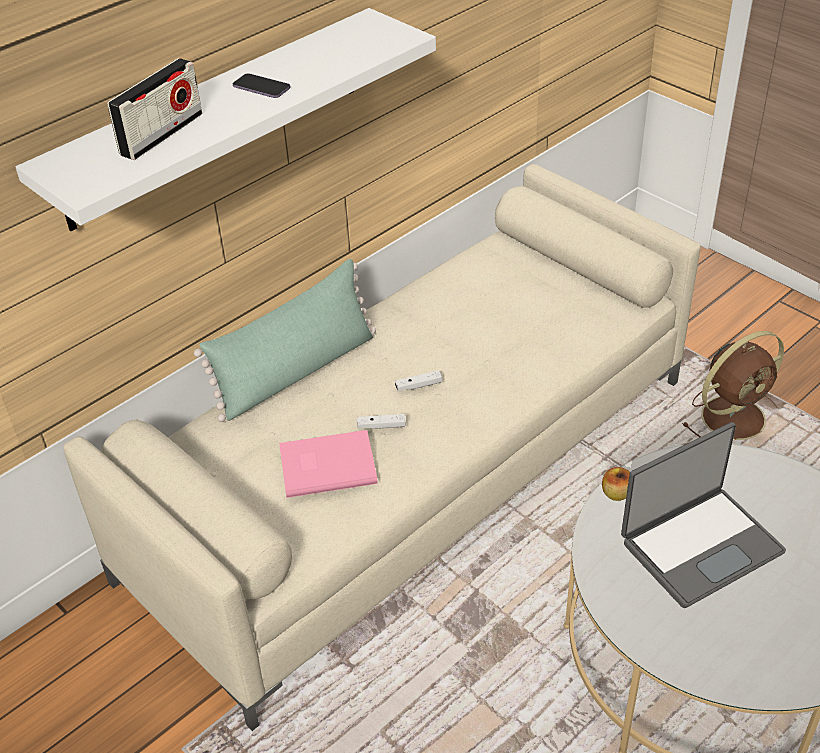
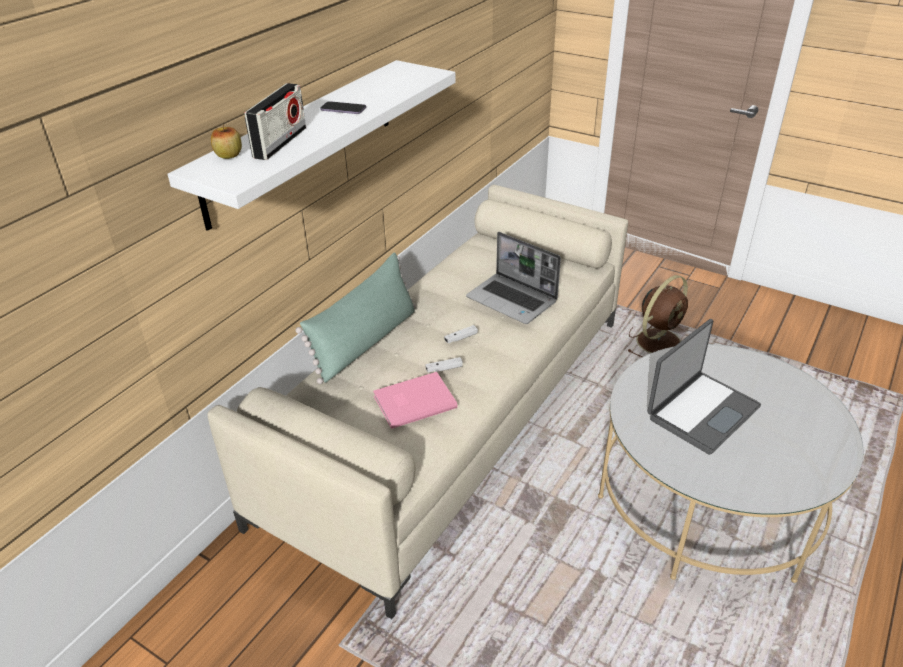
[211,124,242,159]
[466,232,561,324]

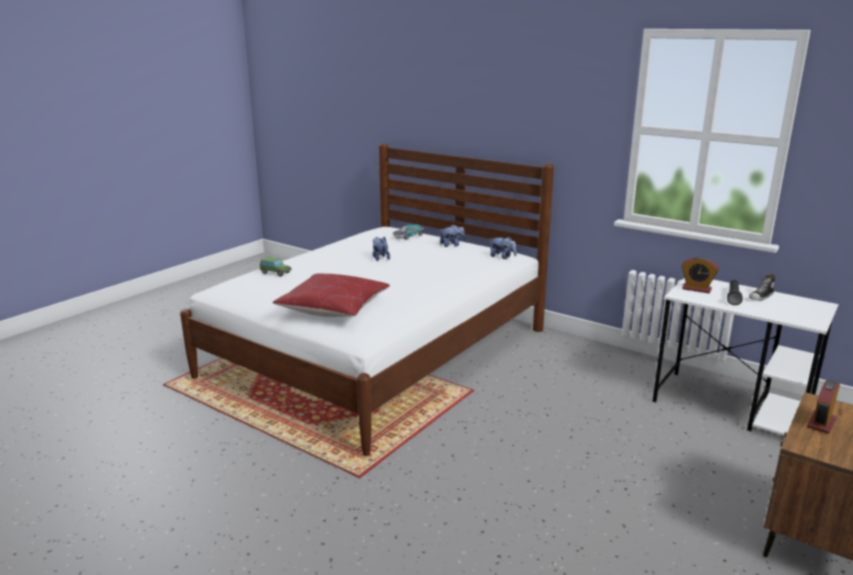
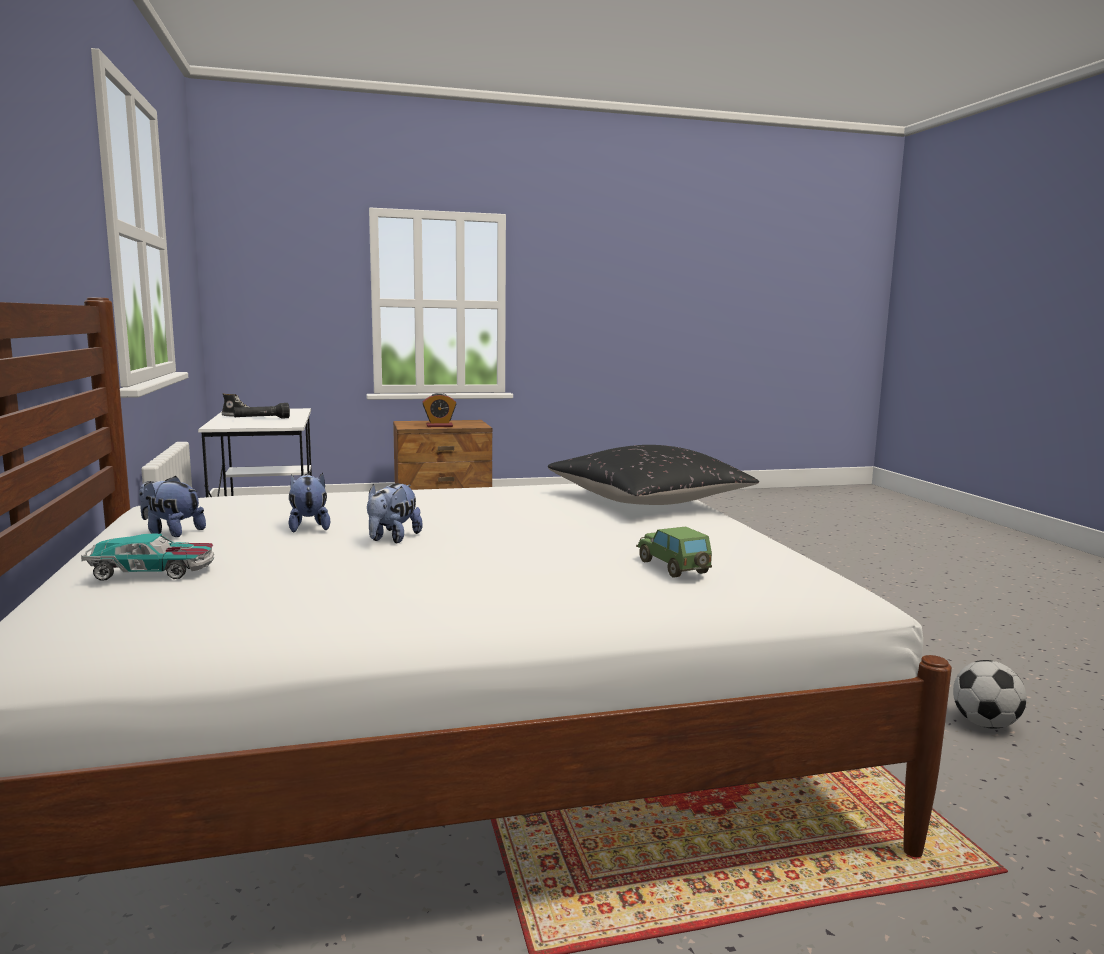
[289,473,330,532]
[681,256,719,293] (first image)
[548,445,759,505]
[953,660,1027,729]

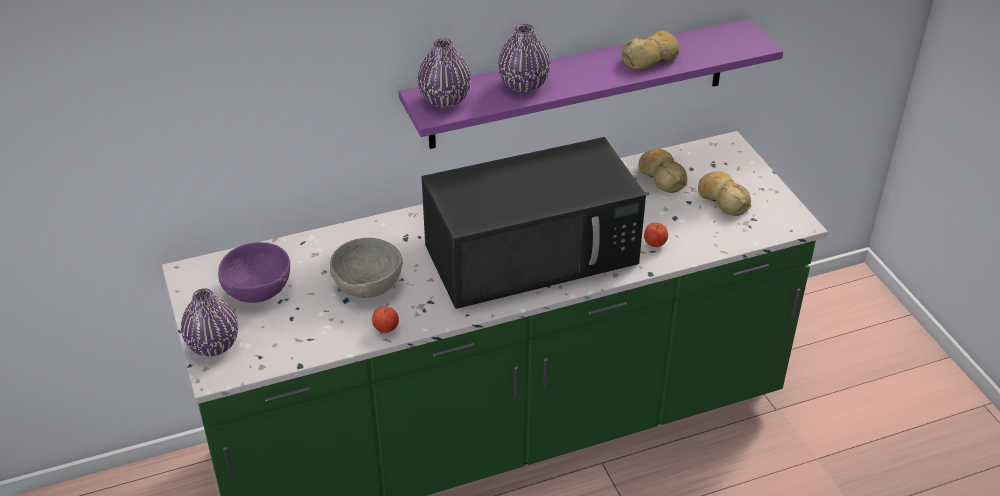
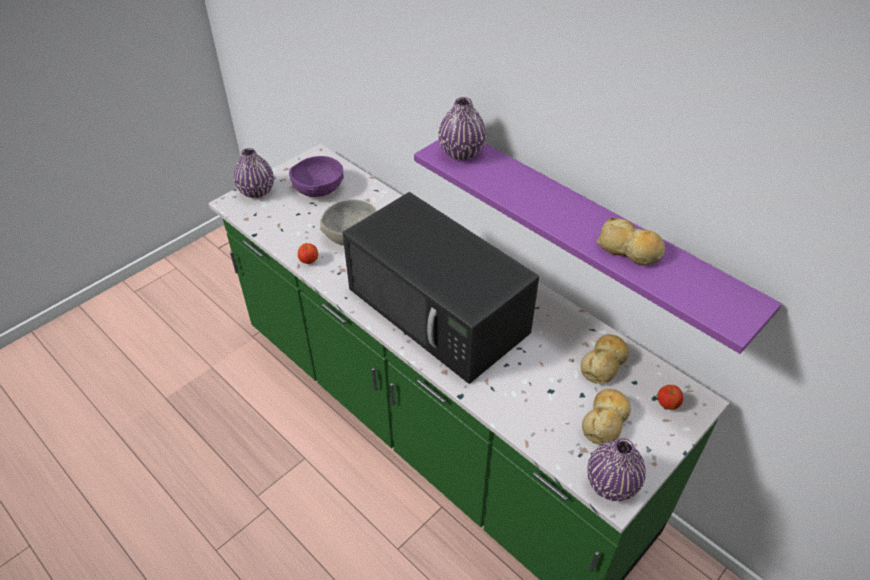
[587,438,646,501]
[657,385,683,410]

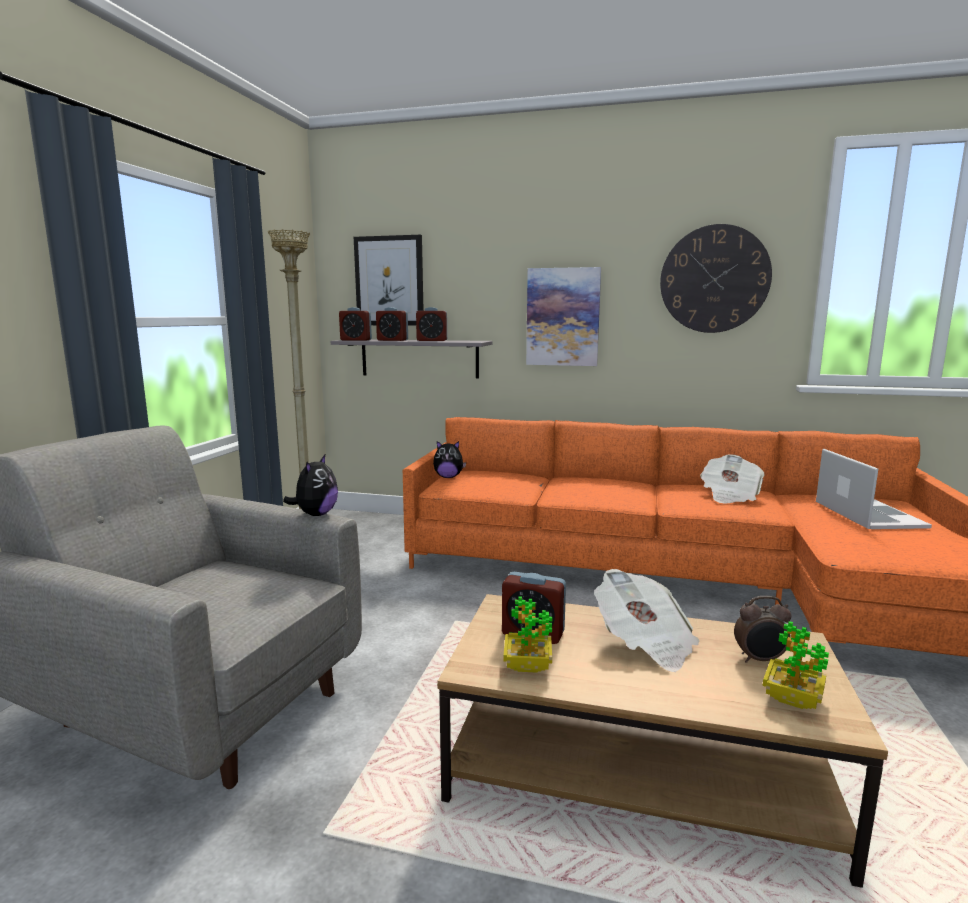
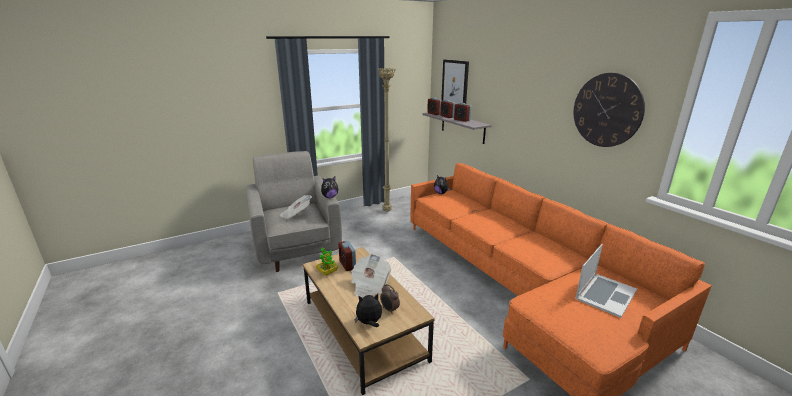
[526,267,601,366] (first image)
[280,195,312,220]
[355,294,382,327]

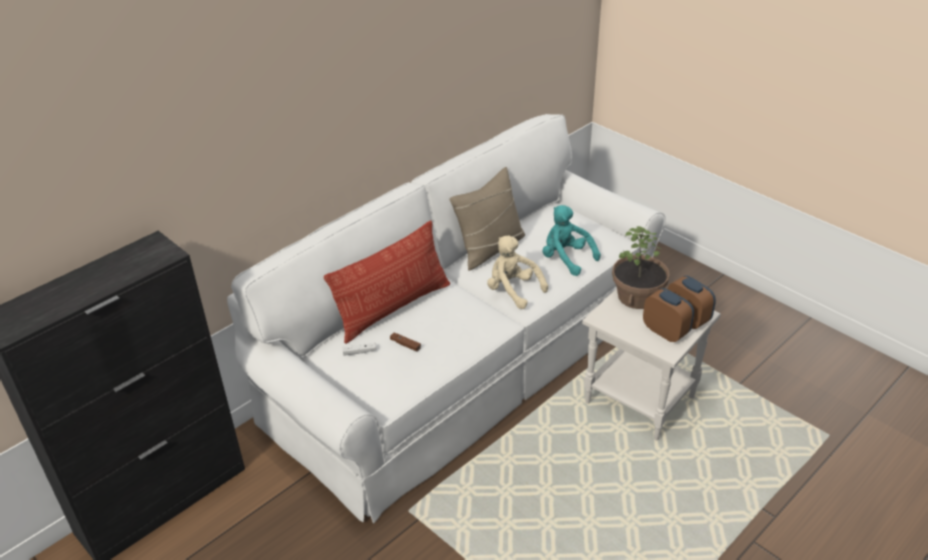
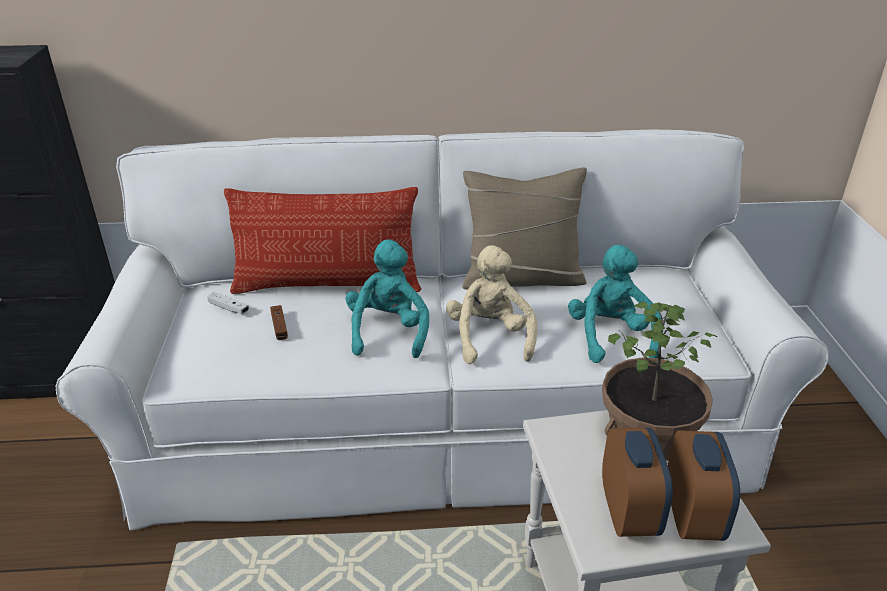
[346,240,429,358]

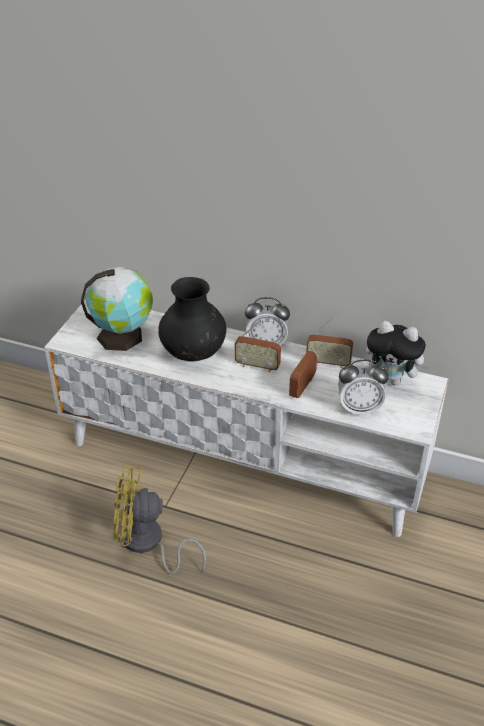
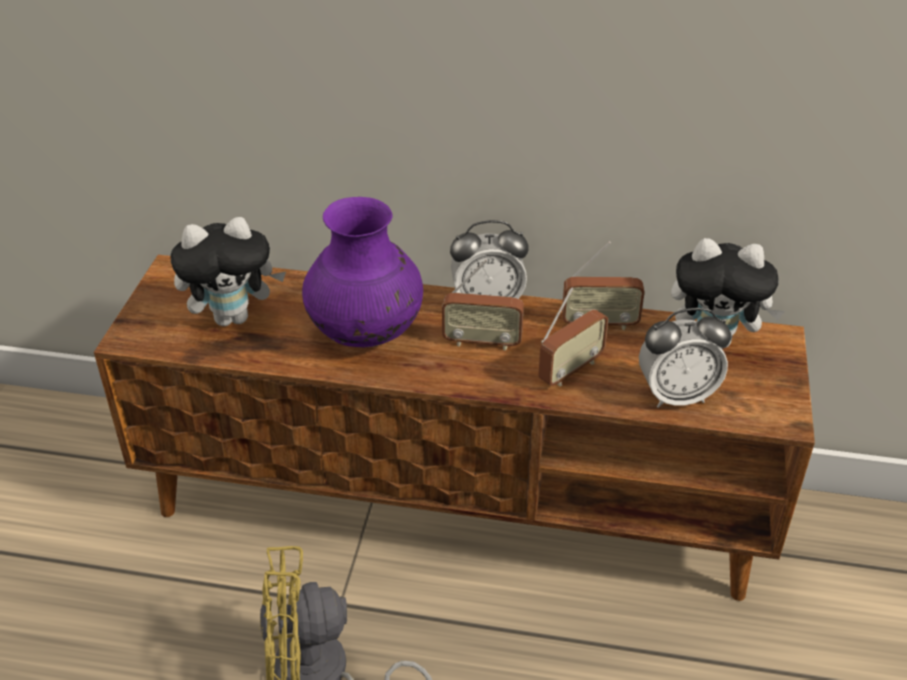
[171,217,286,326]
[302,197,423,347]
[94,255,815,601]
[538,287,608,386]

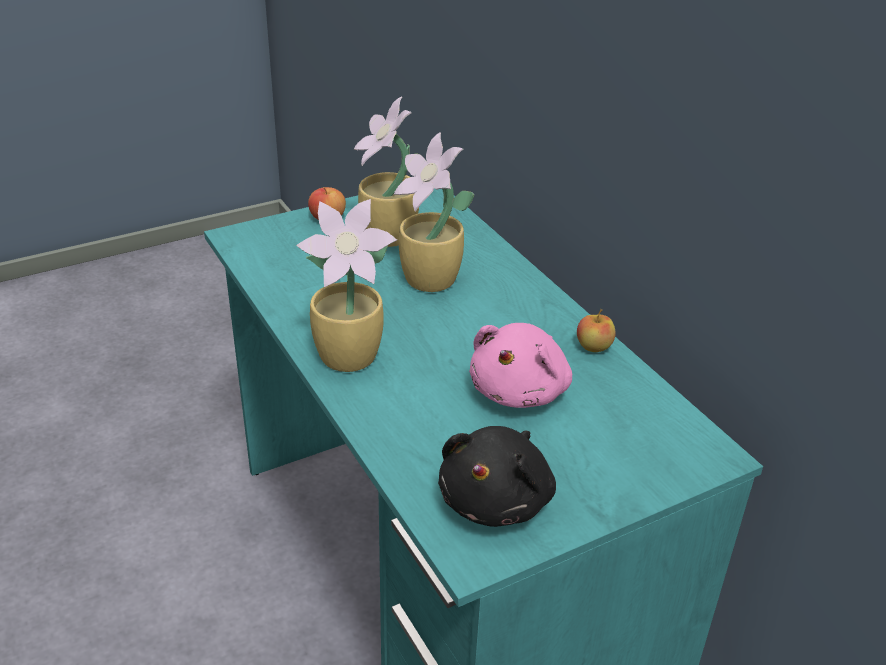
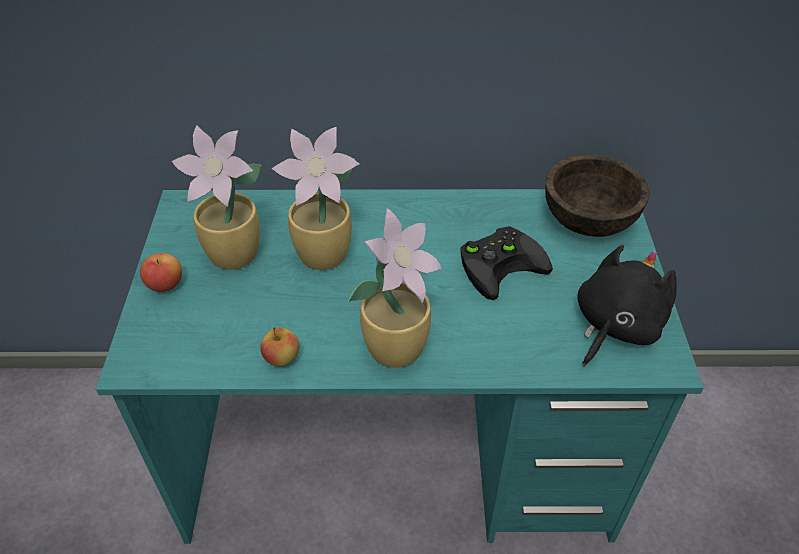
[260,327,300,367]
[460,226,553,300]
[577,245,677,367]
[545,155,650,237]

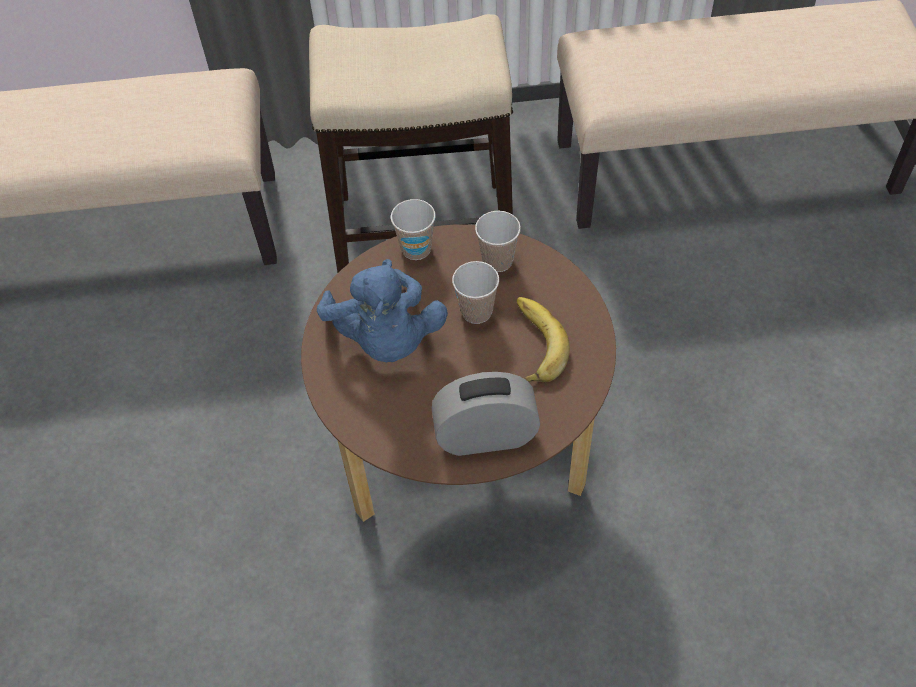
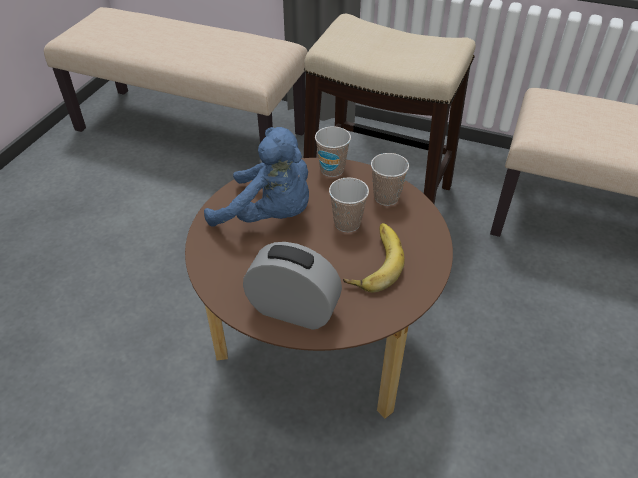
[204,127,309,227]

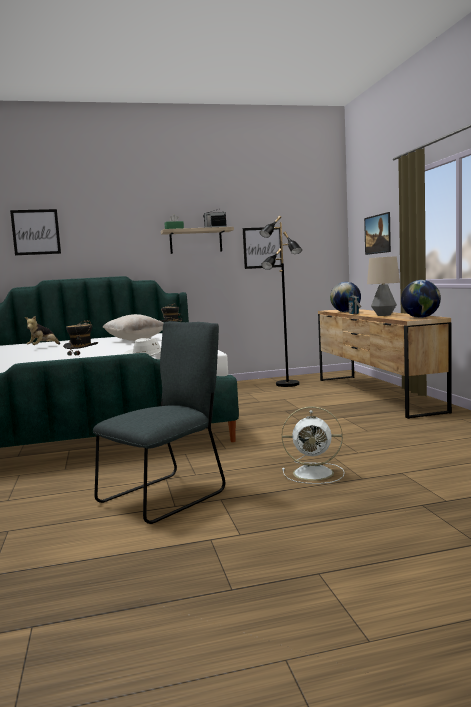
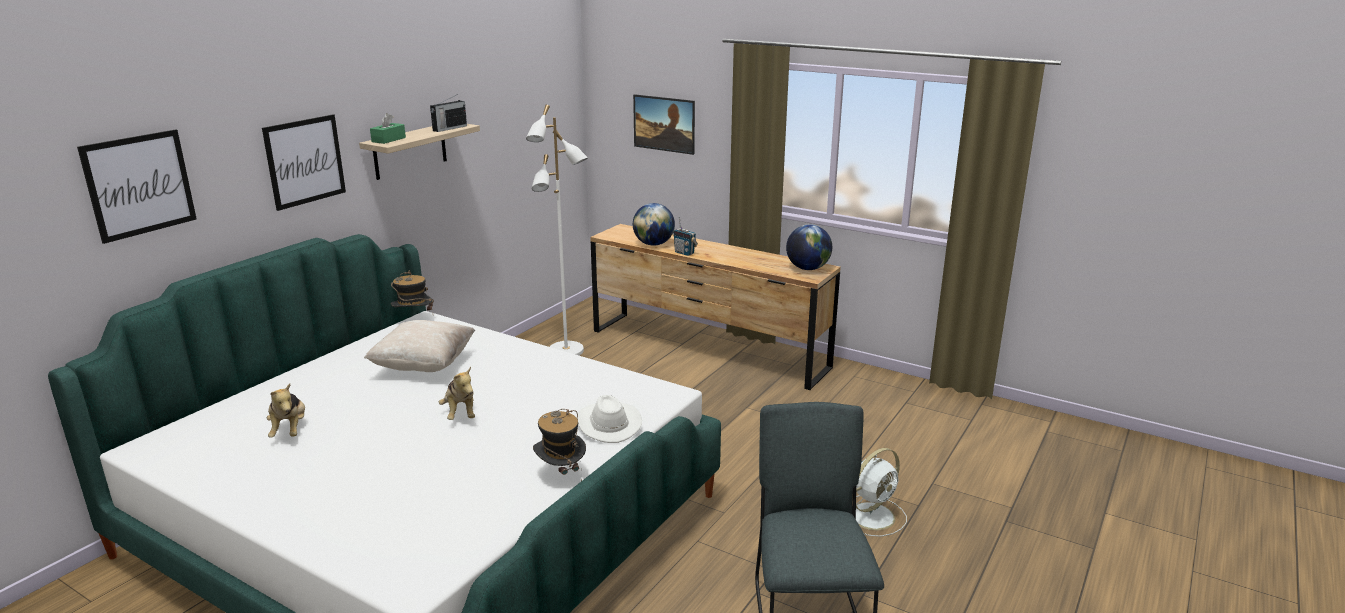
[526,105,588,355]
[262,114,346,211]
[367,256,400,316] (first image)
[439,367,475,420]

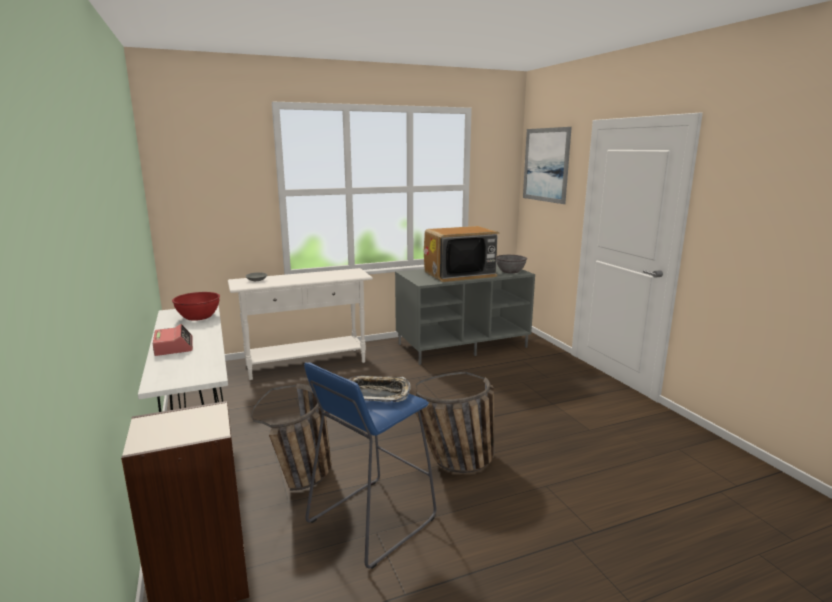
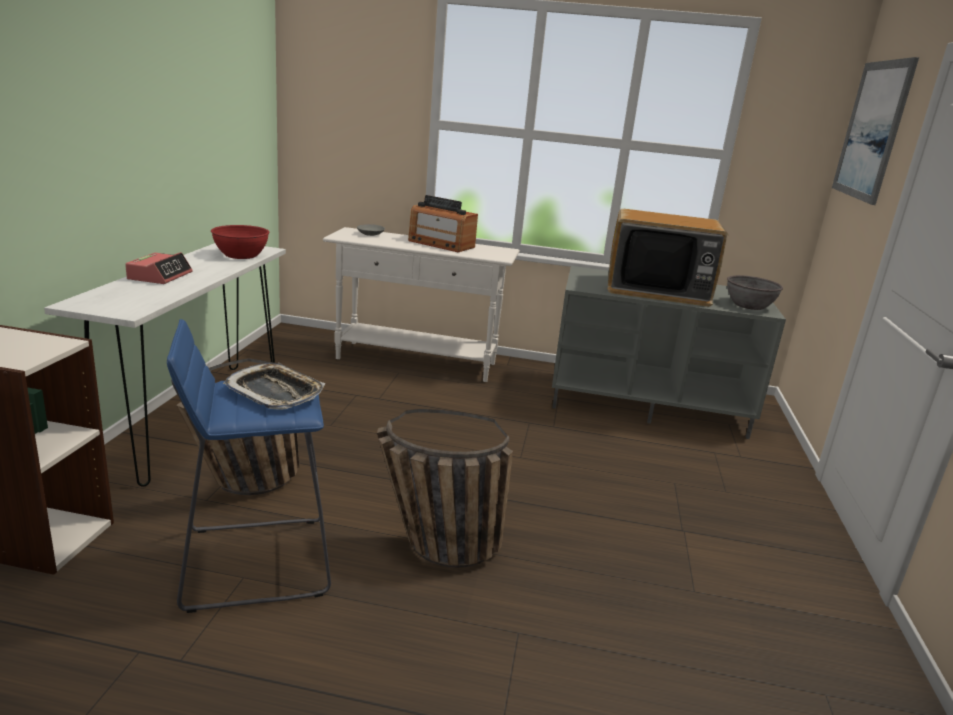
[408,195,478,252]

